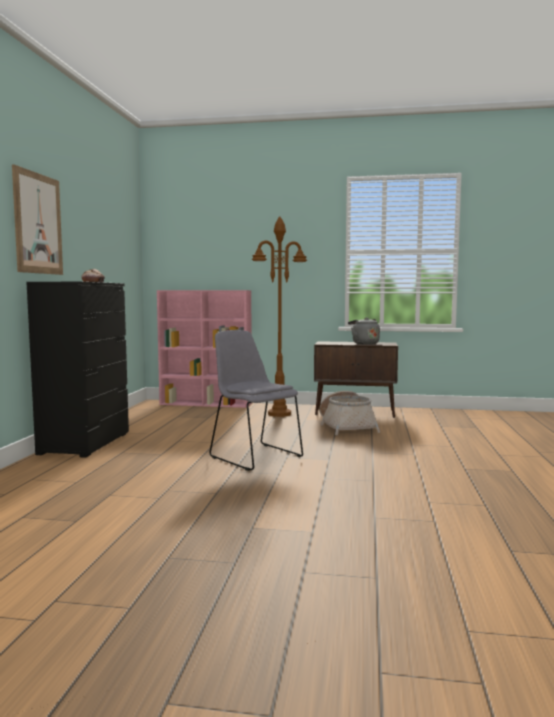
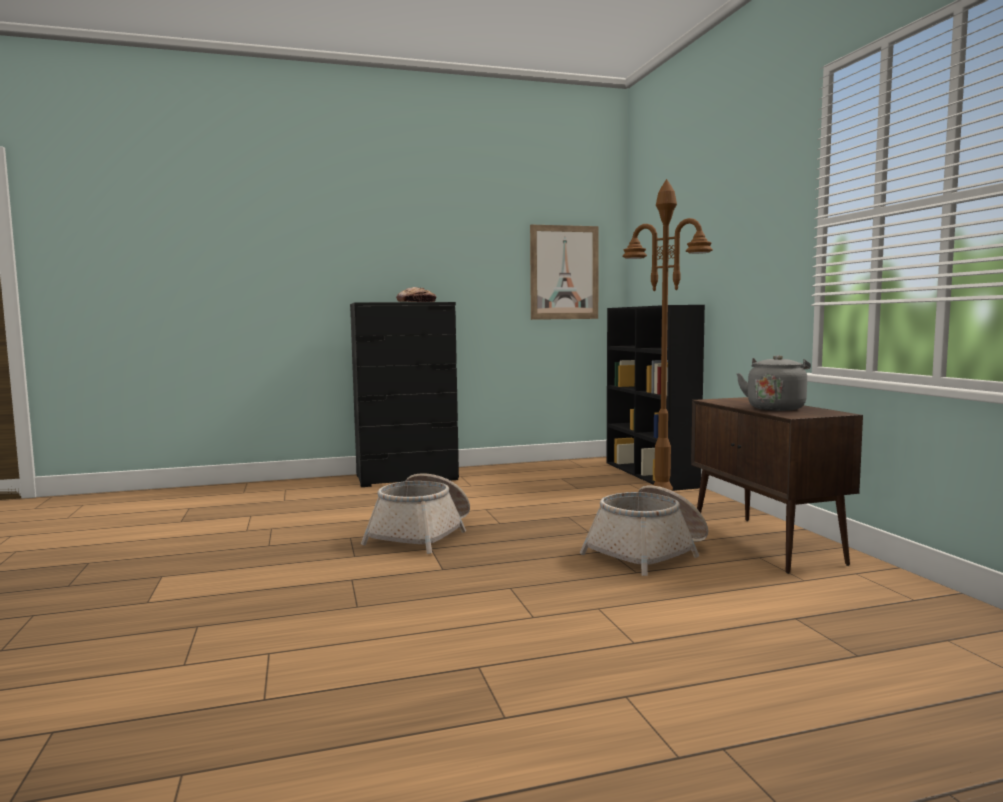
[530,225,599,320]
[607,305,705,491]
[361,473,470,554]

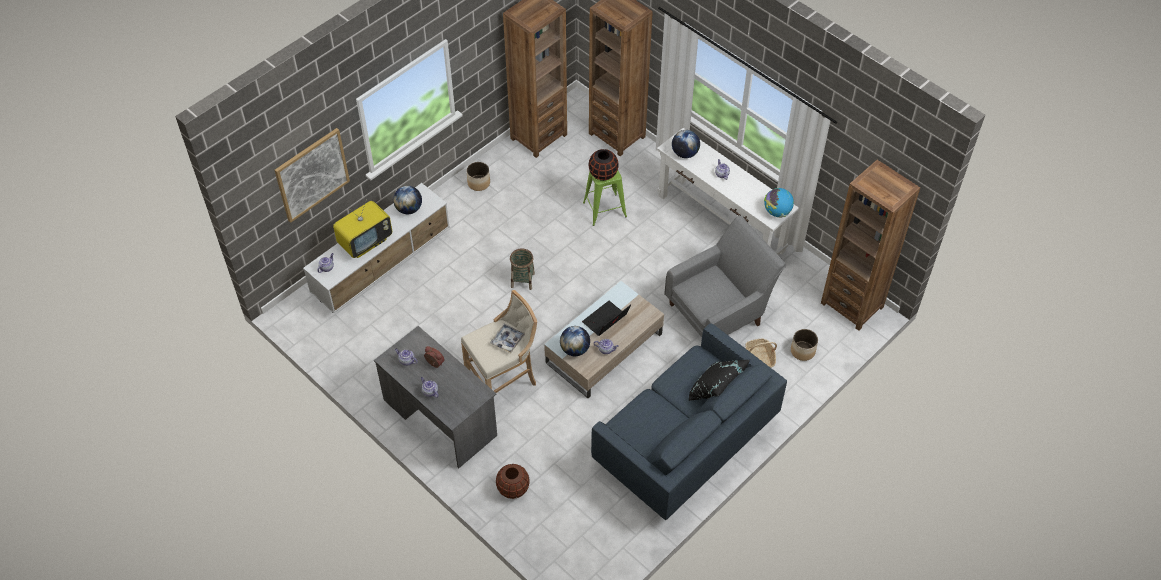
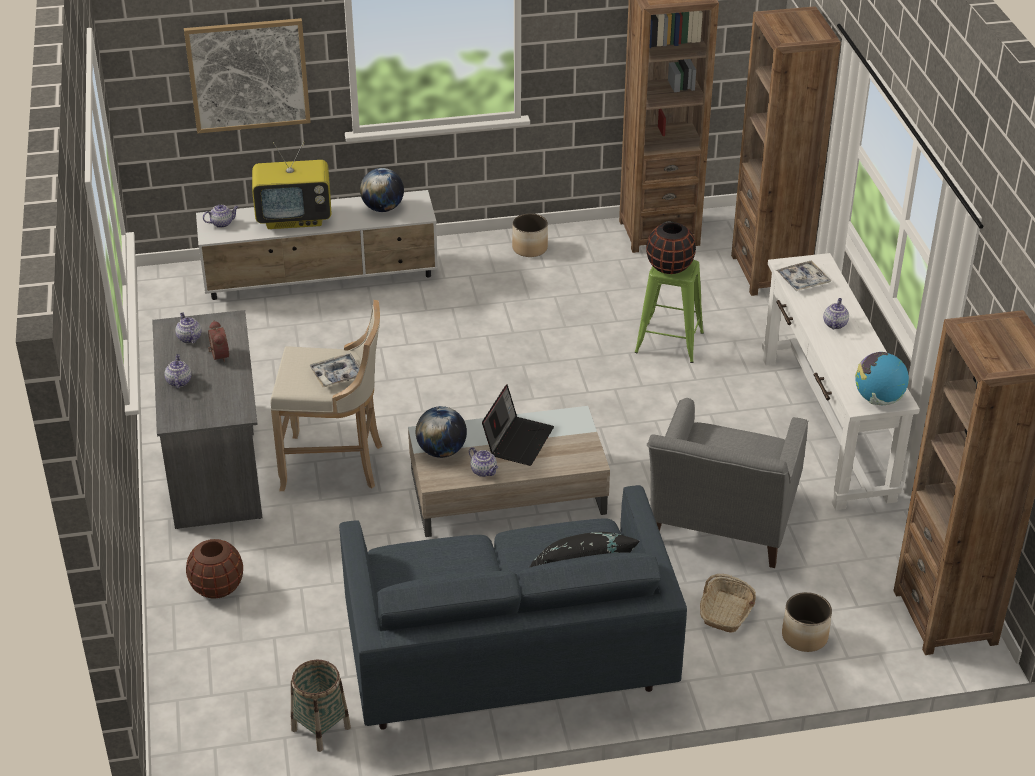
[776,261,831,291]
[647,398,808,568]
[291,660,351,752]
[482,384,554,466]

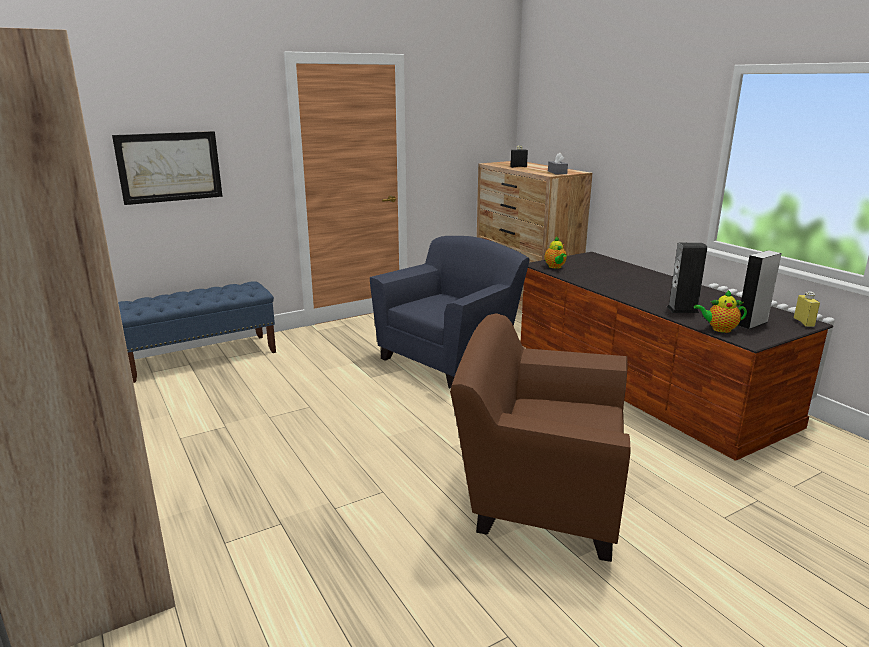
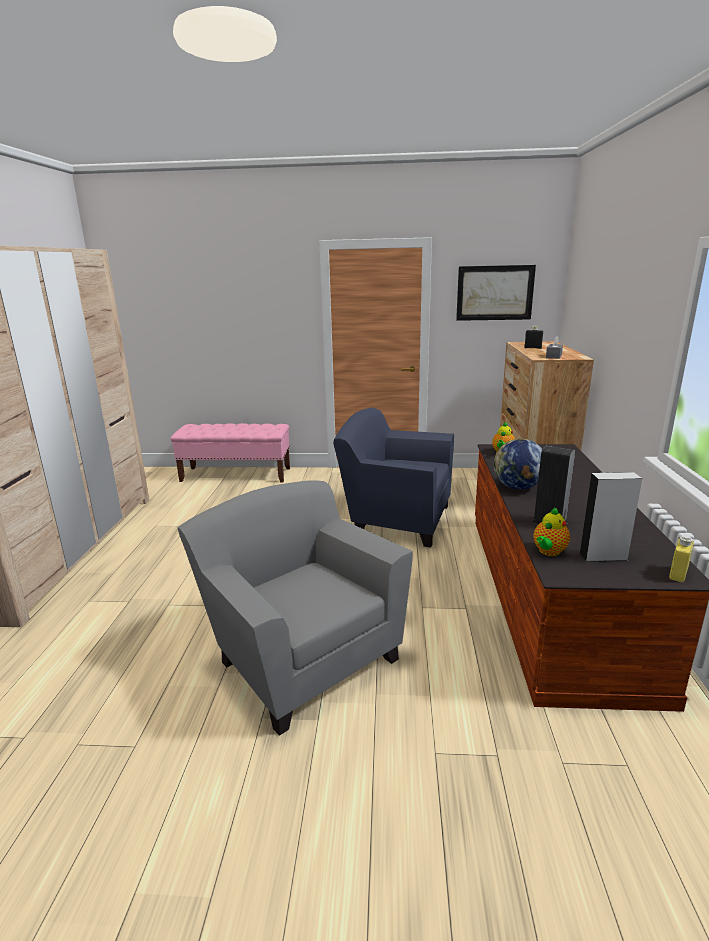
[456,265,536,321]
[333,407,454,548]
[171,423,290,483]
[534,507,570,556]
[177,480,413,736]
[494,439,542,489]

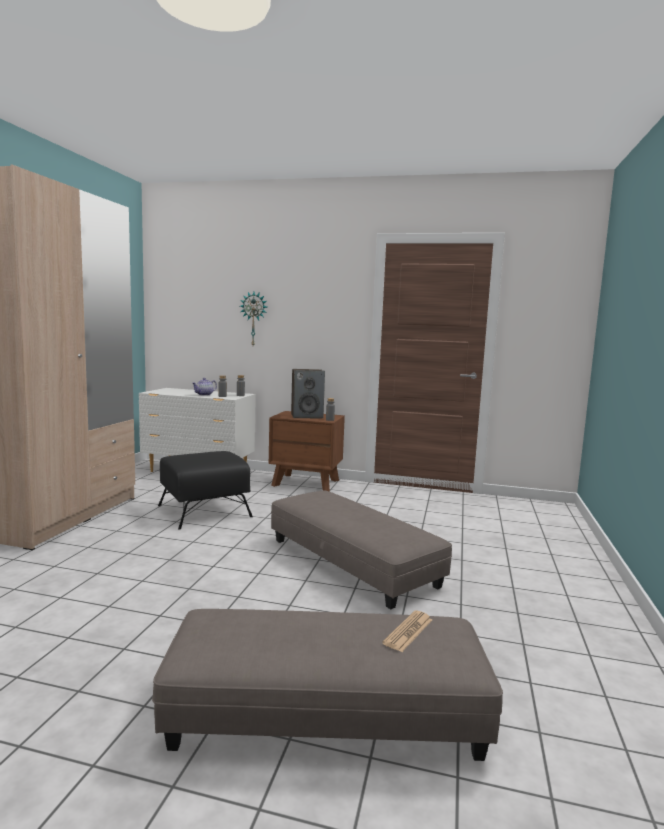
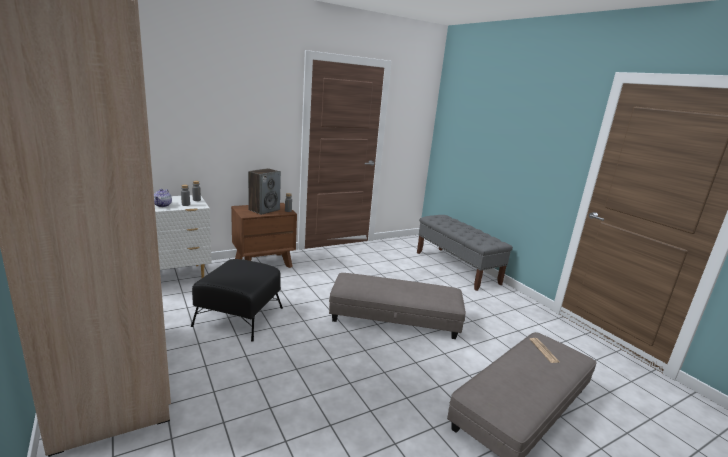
[240,292,267,346] (first image)
[417,215,513,291]

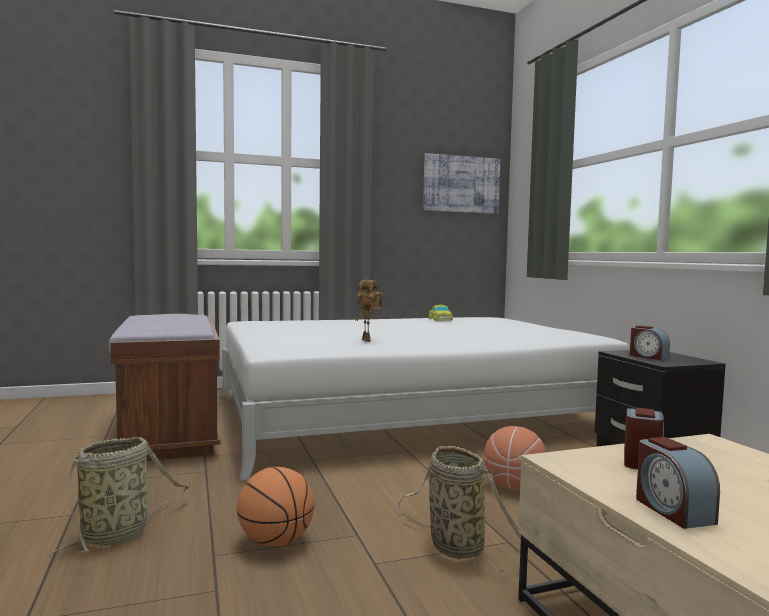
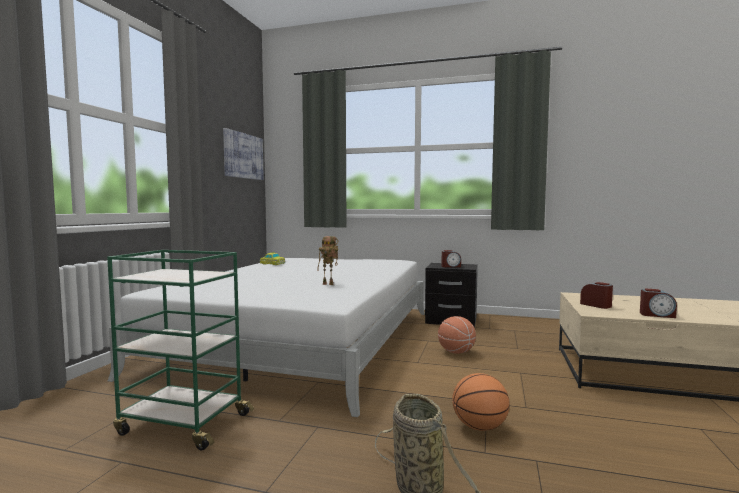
[107,250,254,450]
[398,446,521,573] (first image)

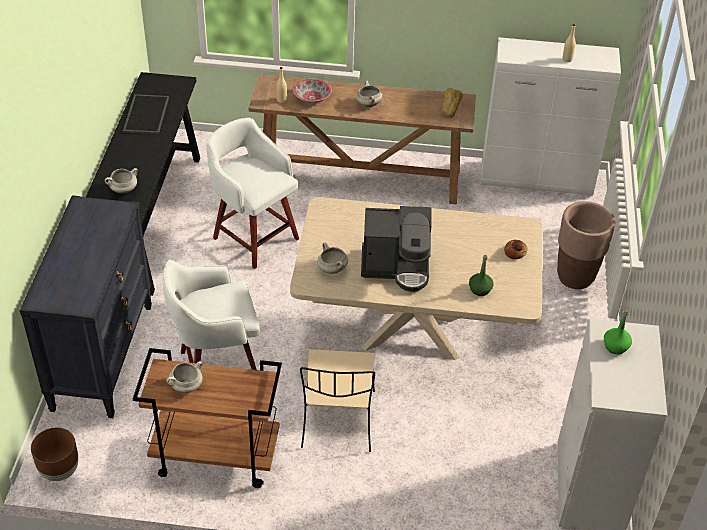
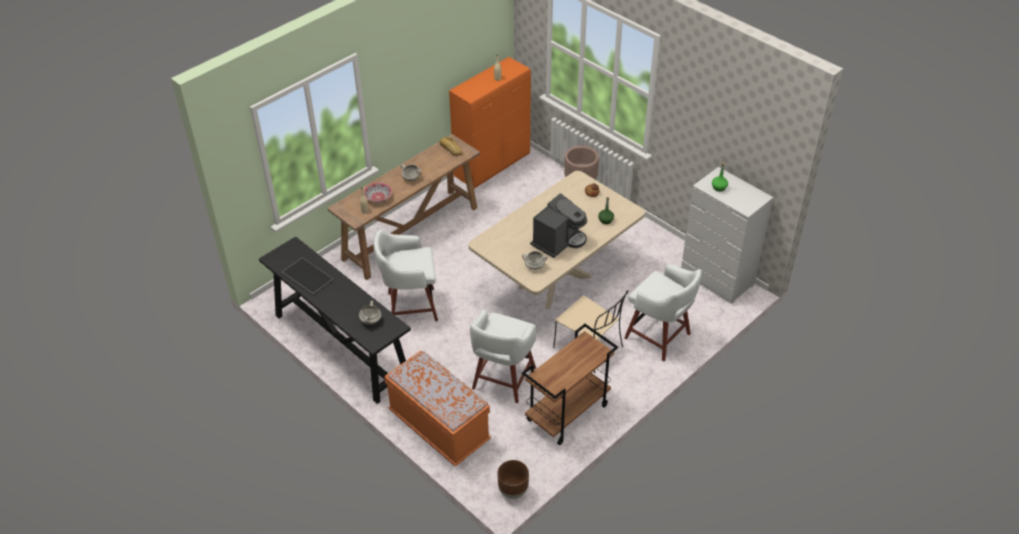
[449,57,531,189]
[384,350,491,467]
[166,361,203,393] (first image)
[624,264,701,361]

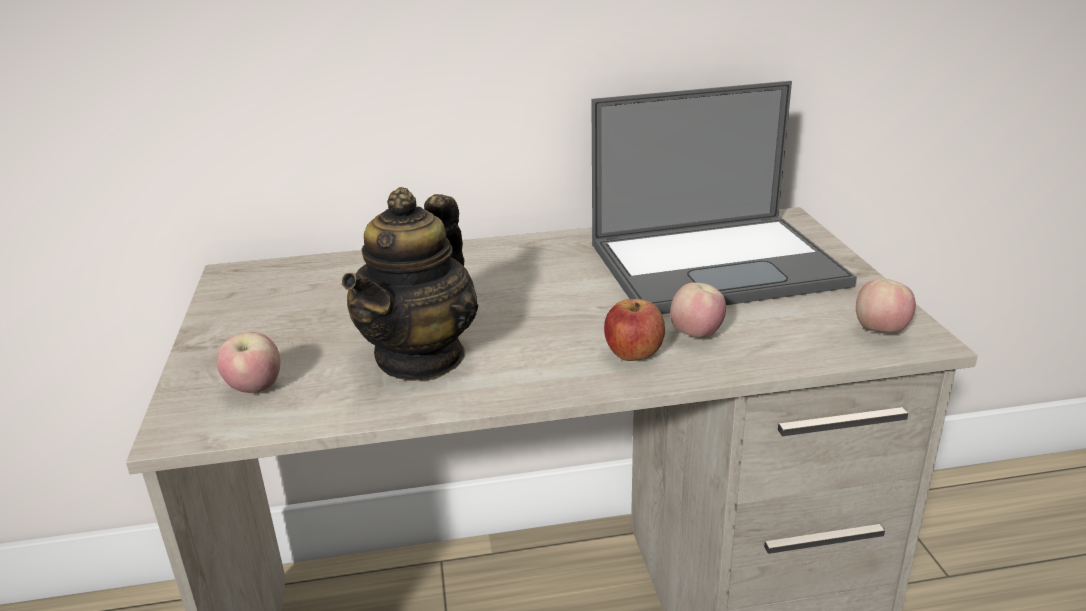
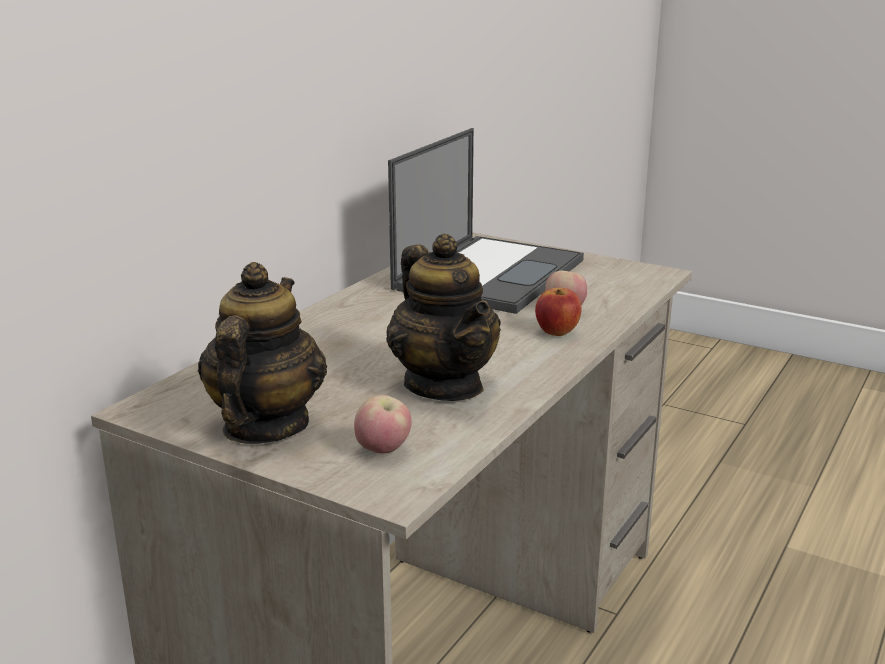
[856,279,916,332] (first image)
[198,262,327,444]

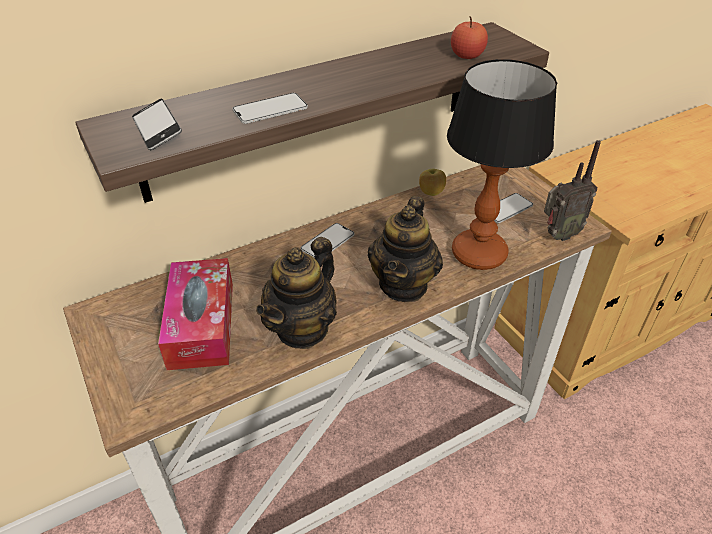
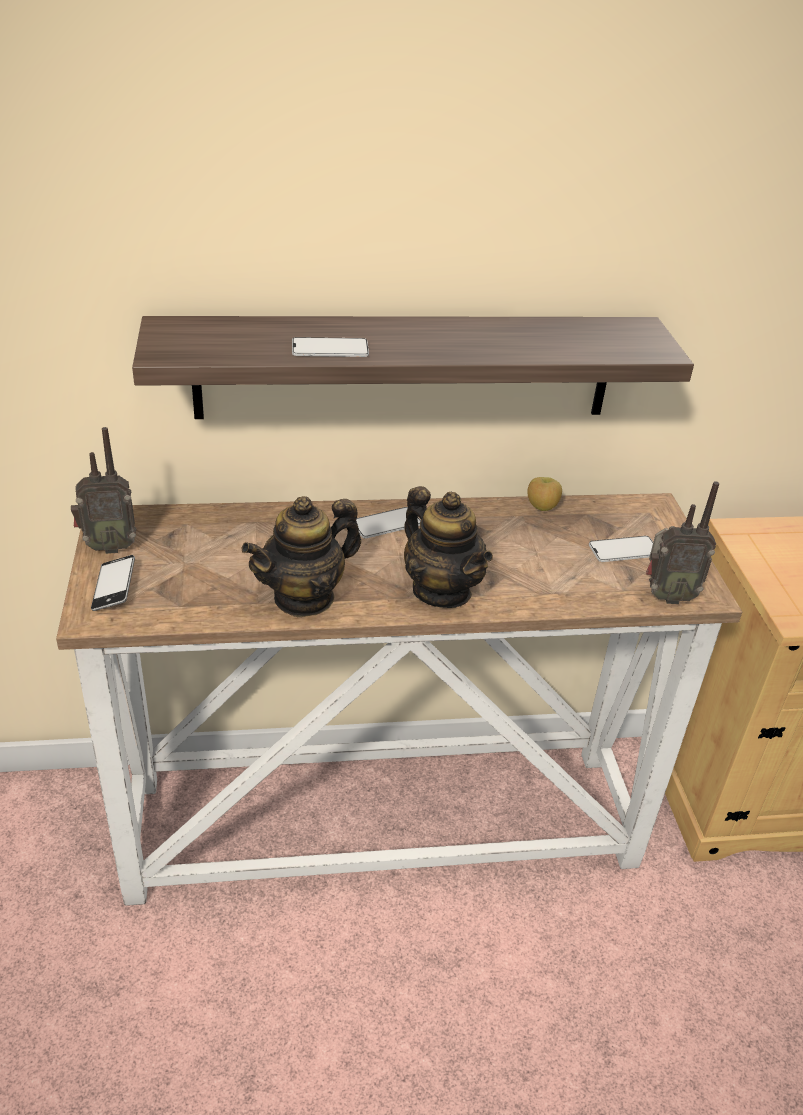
[451,16,488,59] (first image)
[447,59,557,270] (first image)
[91,555,135,611]
[404,486,493,608]
[158,258,233,370] (first image)
[71,427,136,554]

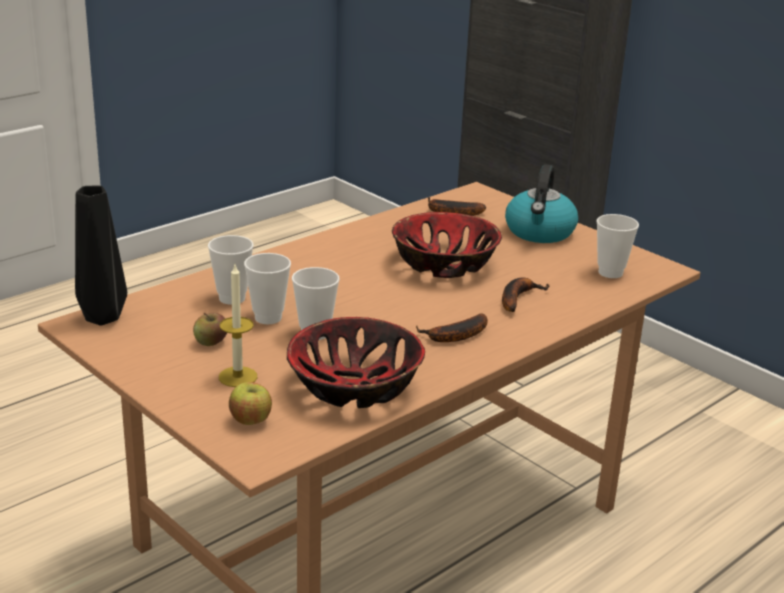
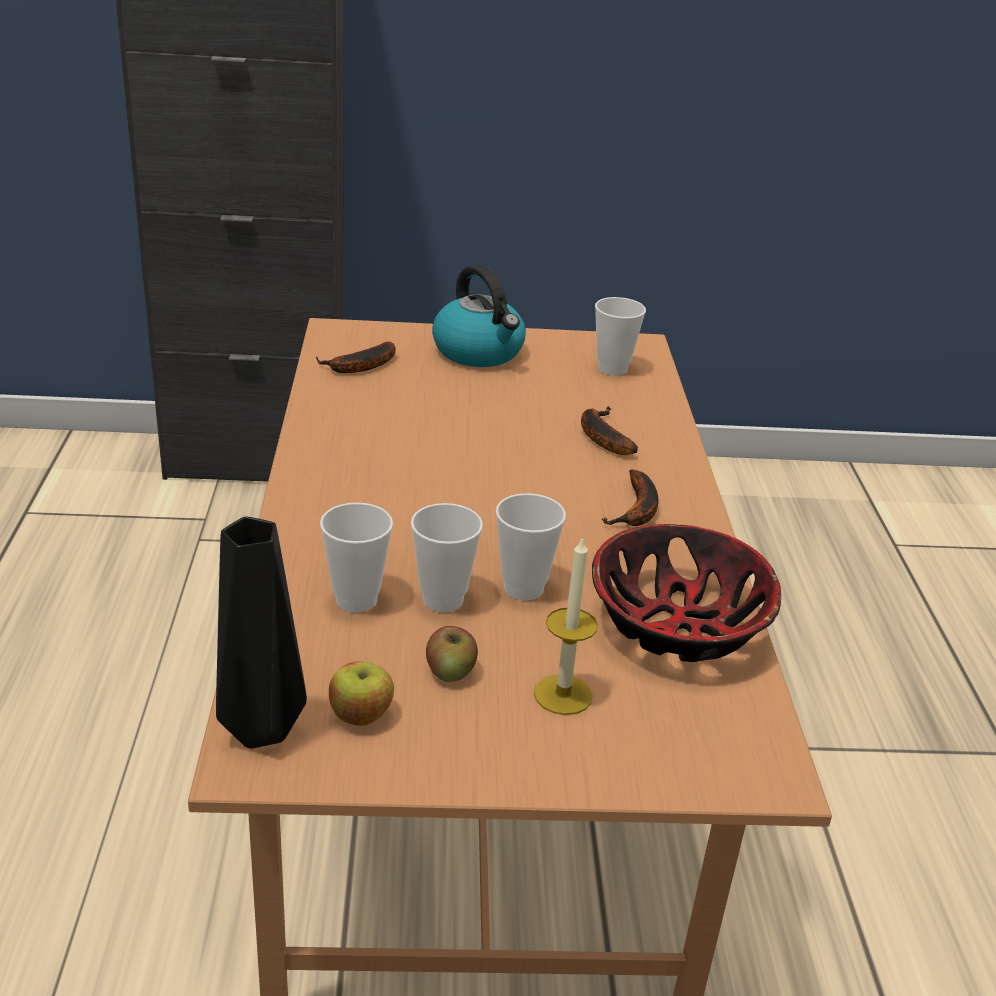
[392,212,502,278] (first image)
[329,661,394,726]

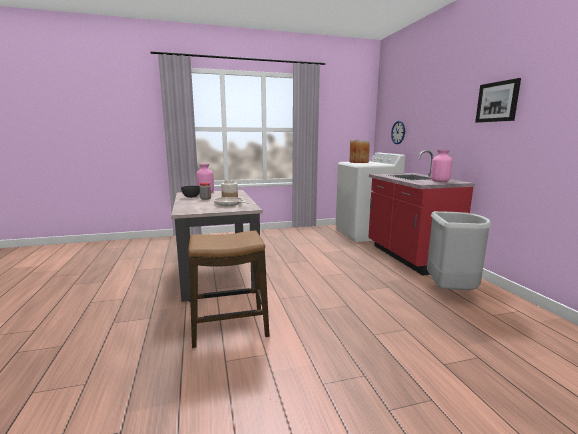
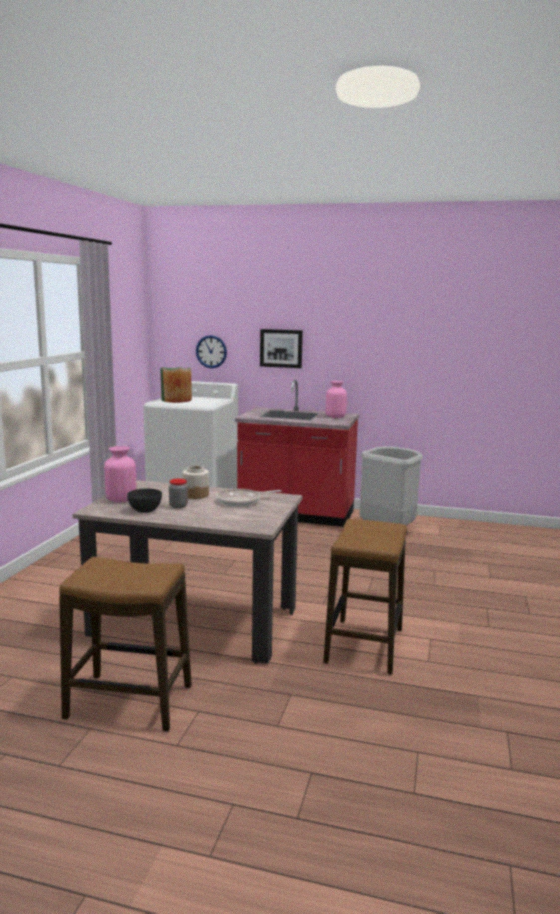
[260,329,303,368]
[59,557,192,732]

